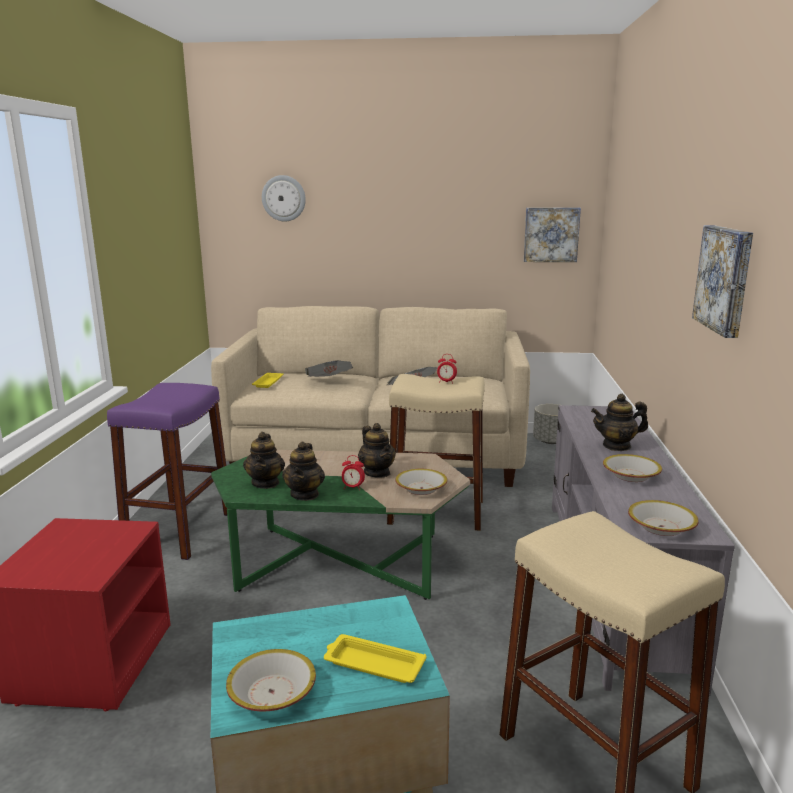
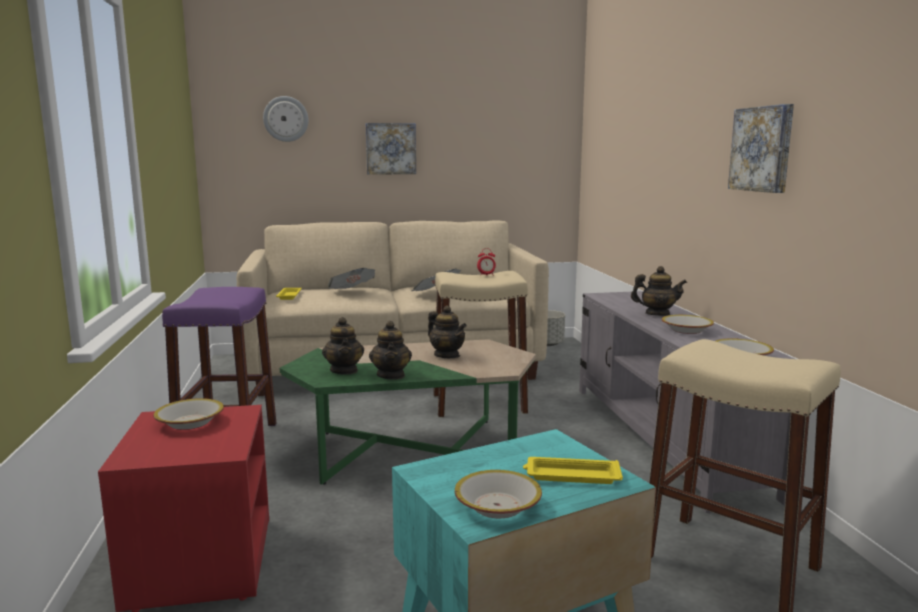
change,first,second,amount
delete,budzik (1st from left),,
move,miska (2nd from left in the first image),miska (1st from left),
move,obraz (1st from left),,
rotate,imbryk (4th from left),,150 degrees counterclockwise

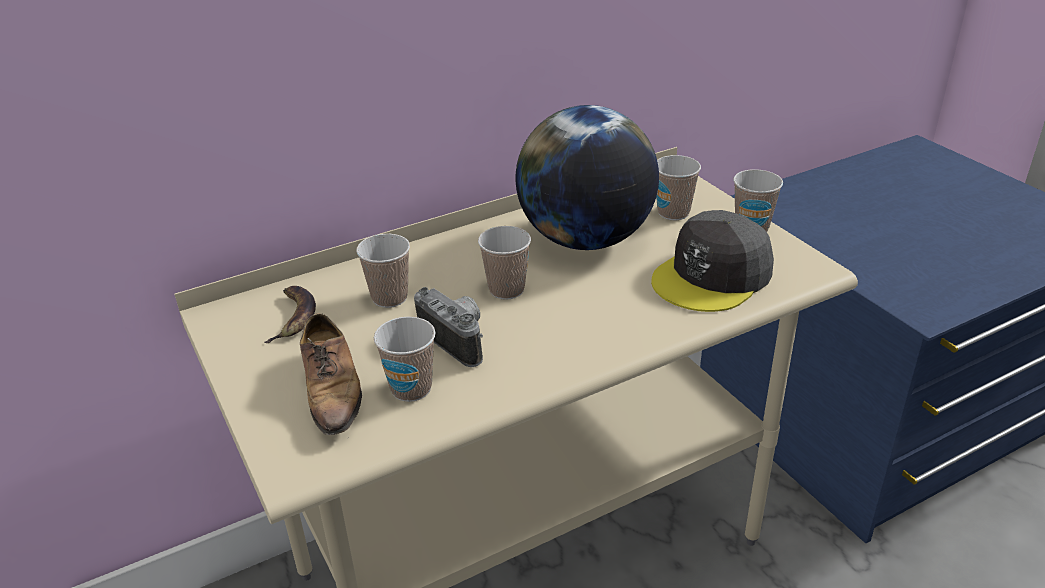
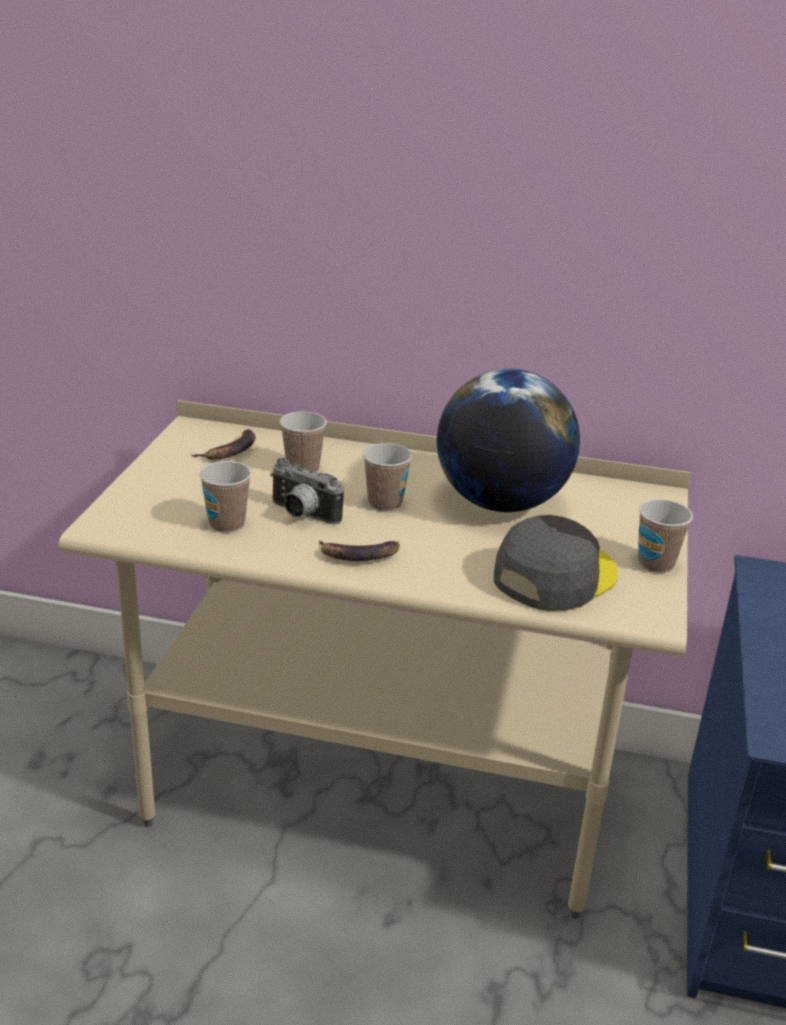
change,first,second,amount
delete,but,,
delete,filiżanka (4th from left),,
insert,,banan (2nd from left),
rotate,aparat fotograficzny,,120 degrees clockwise
rotate,czapka z daszkiem/szary,,135 degrees clockwise

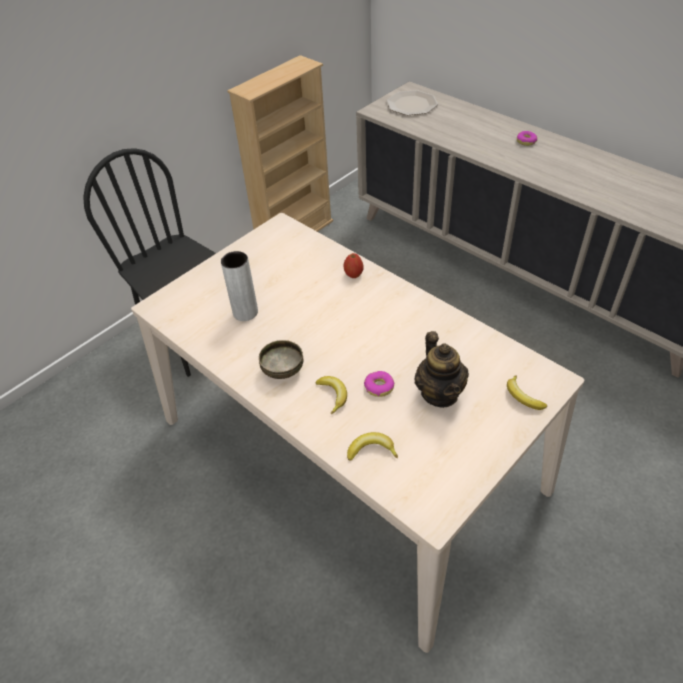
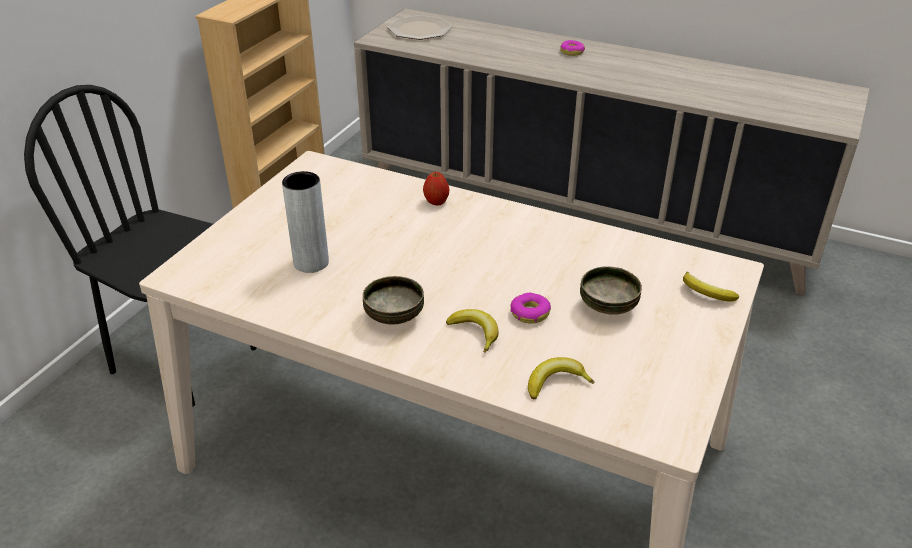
change,first,second,amount
replace,imbryk,miska (2nd from left),

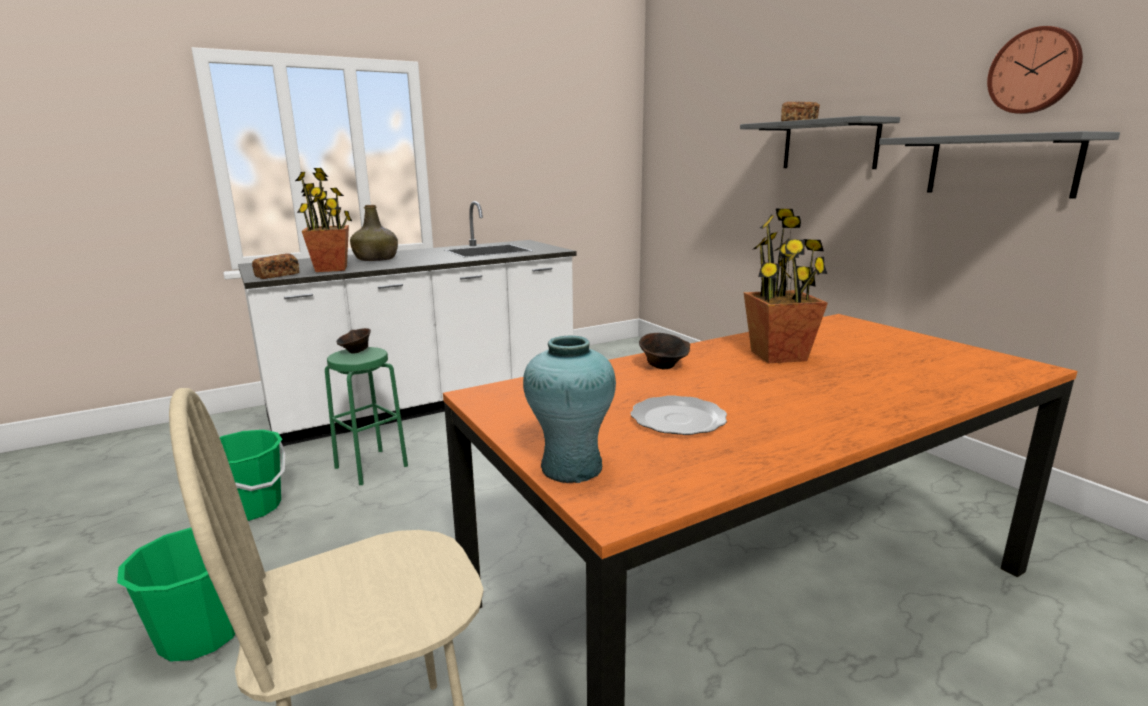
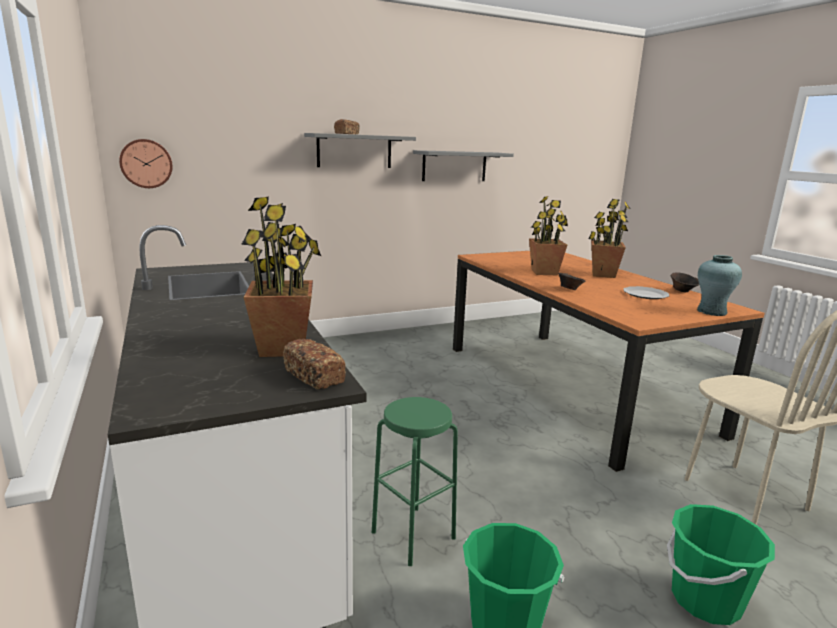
change,first,second,amount
delete,butelka/zielony,,
insert,,roślina doniczkowa (3rd from left),
move,miska/brązowy (1st from left in the first image),miska/brązowy (2nd from left),
move,zegar ścienny,,

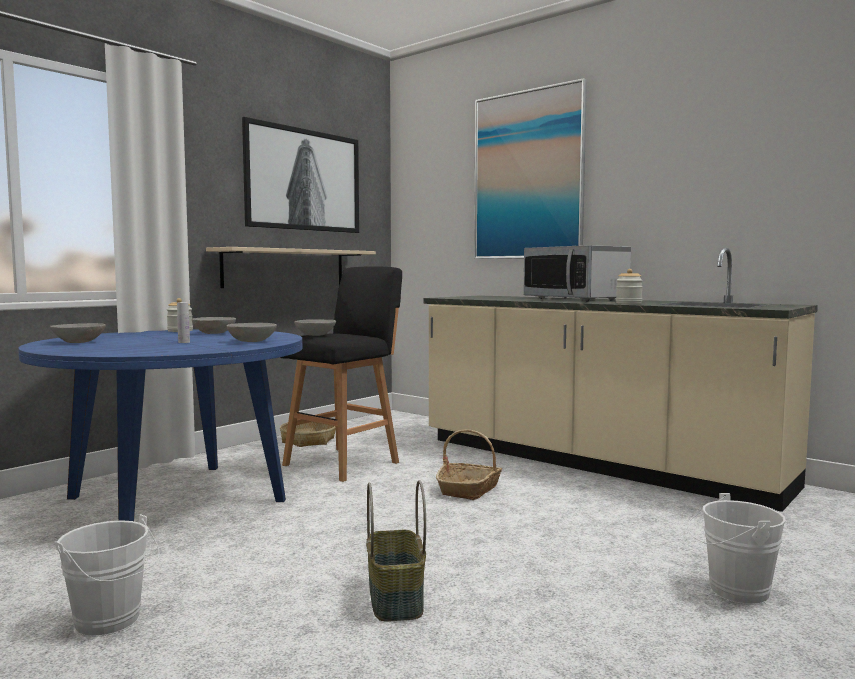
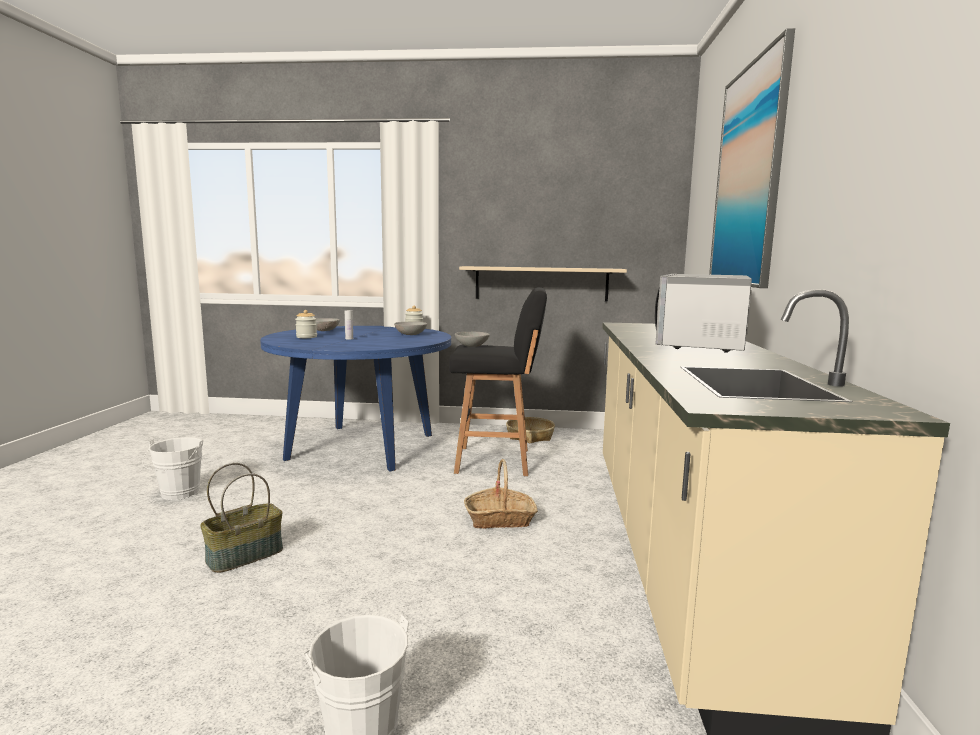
change,first,second,amount
delete,miska/szary (3rd from left),,
delete,obraz (1st from left),,
move,słoik (2nd from left in the first image),słoik (1st from left),

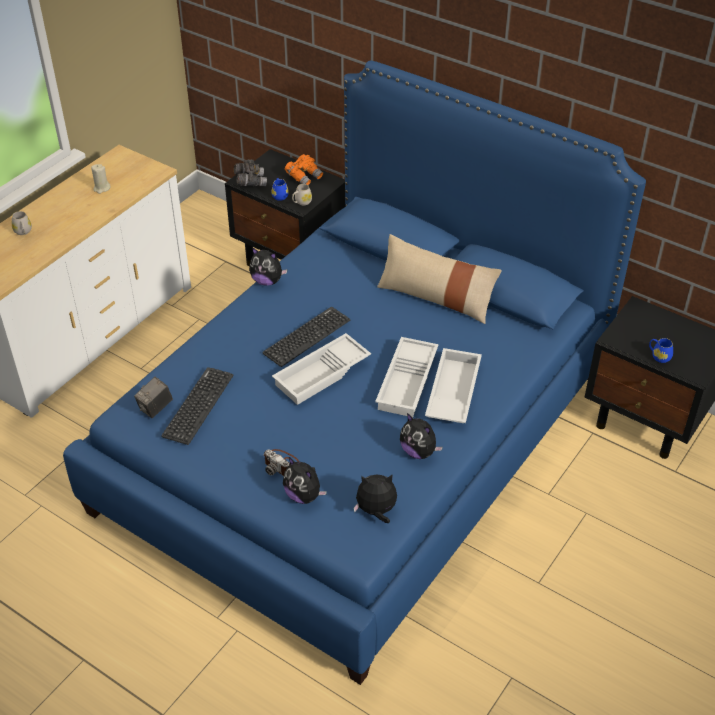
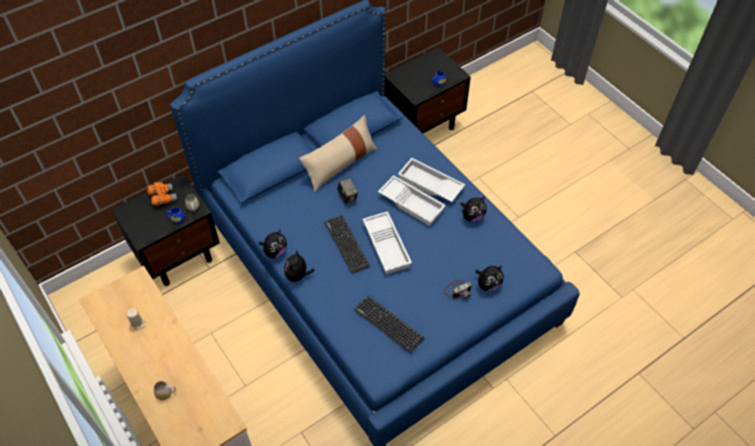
change,first,second,amount
delete,lornetka/szary,,
move,aparat fotograficzny (1st from left),,
move,pluszak (3rd from left in the first image),pluszak (2nd from left),

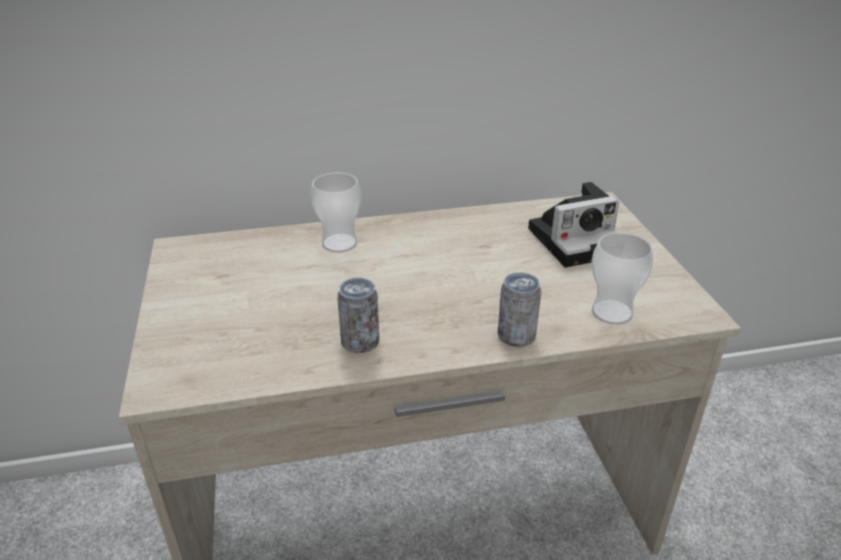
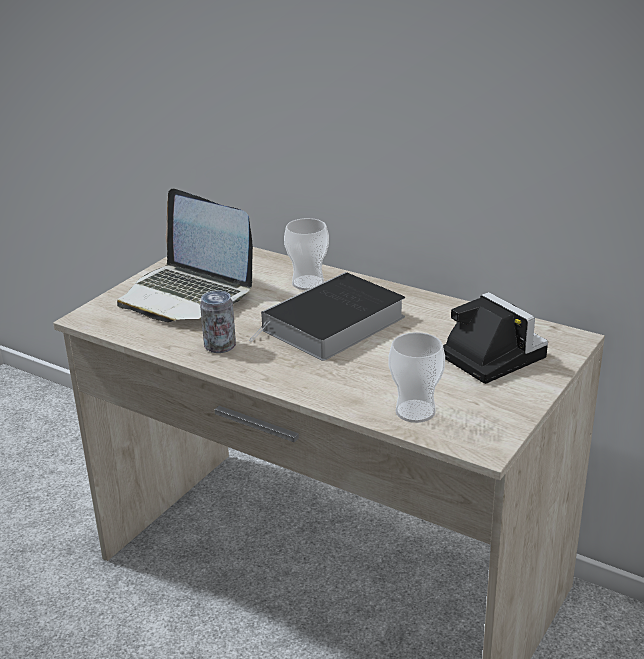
change,first,second,amount
delete,puszka (2nd from left),,
insert,,laptop,
insert,,książka,
rotate,aparat fotograficzny,,150 degrees counterclockwise

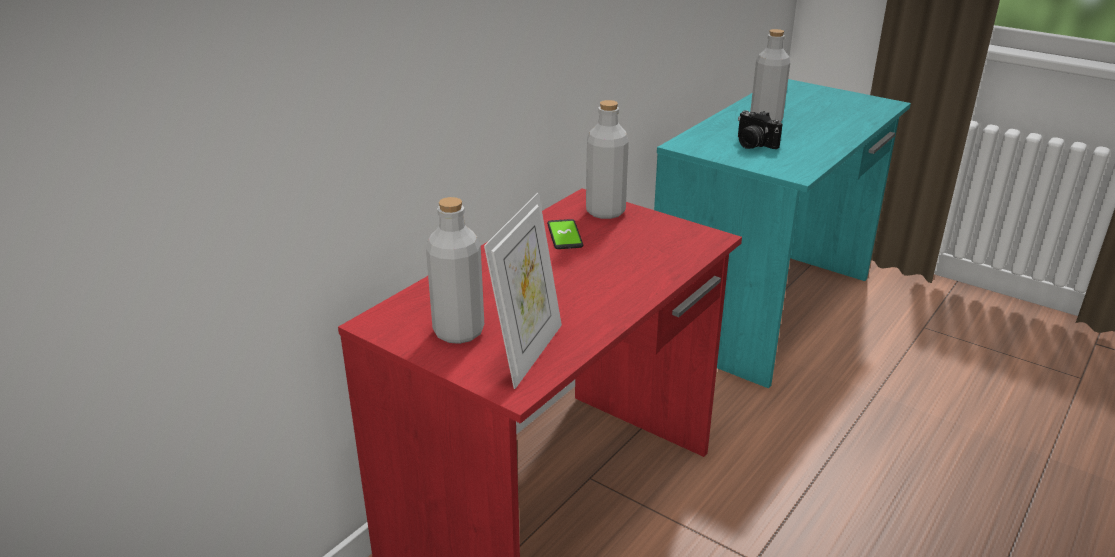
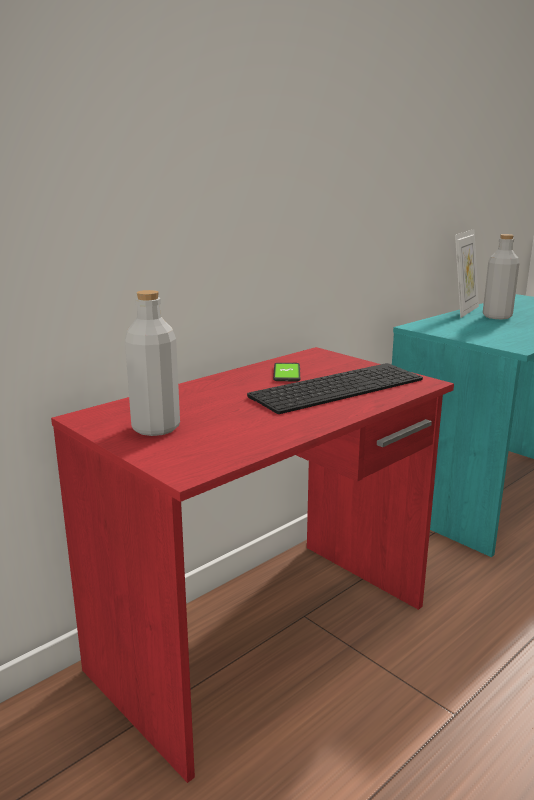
change,first,second,amount
delete,butelka/szary (2nd from left),,
delete,aparat fotograficzny,,
insert,,klawiatura,
move,ramka na zdjęcie,,

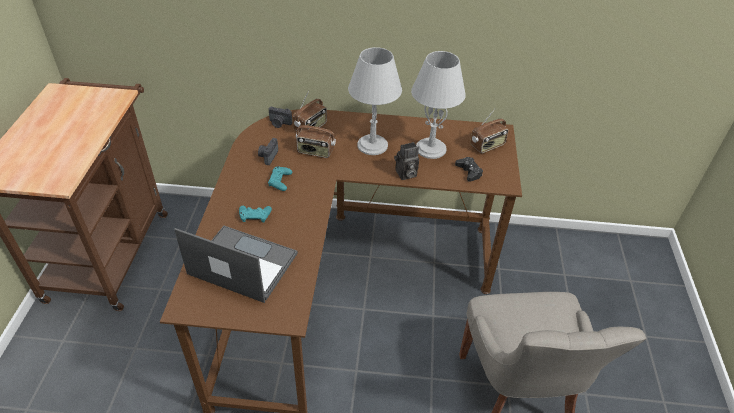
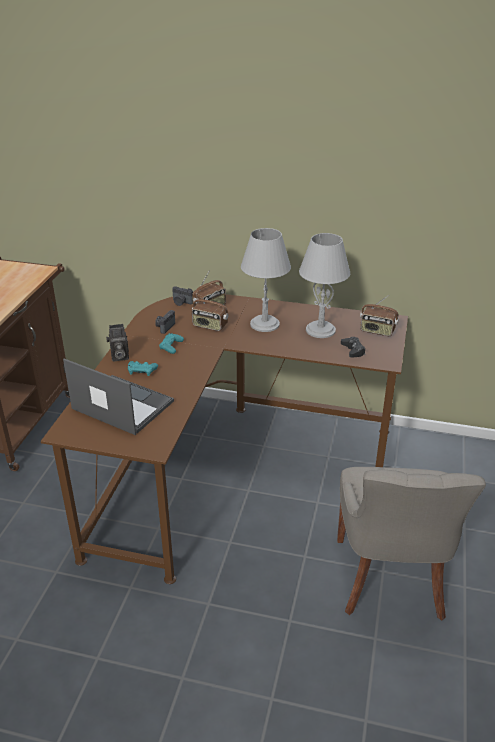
change,first,second,amount
move,aparat fotograficzny (3rd from left in the first image),aparat fotograficzny (1st from left),
rotate,radio (3rd from left),,45 degrees clockwise

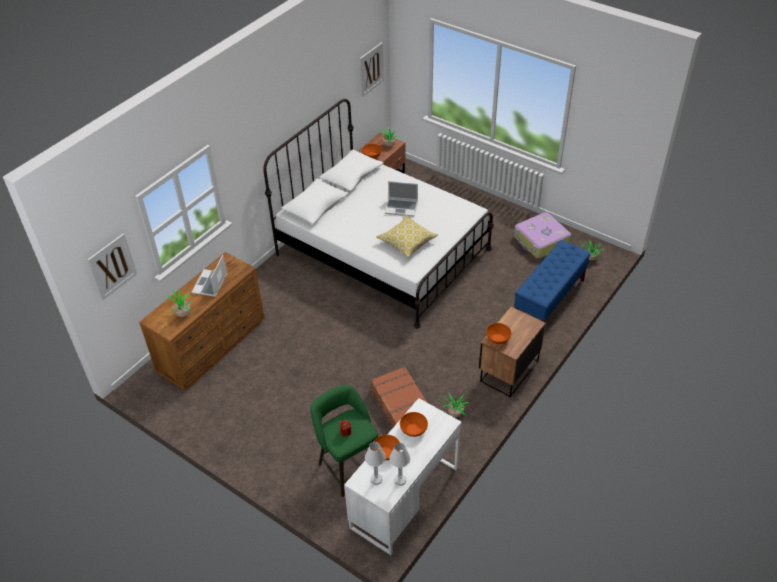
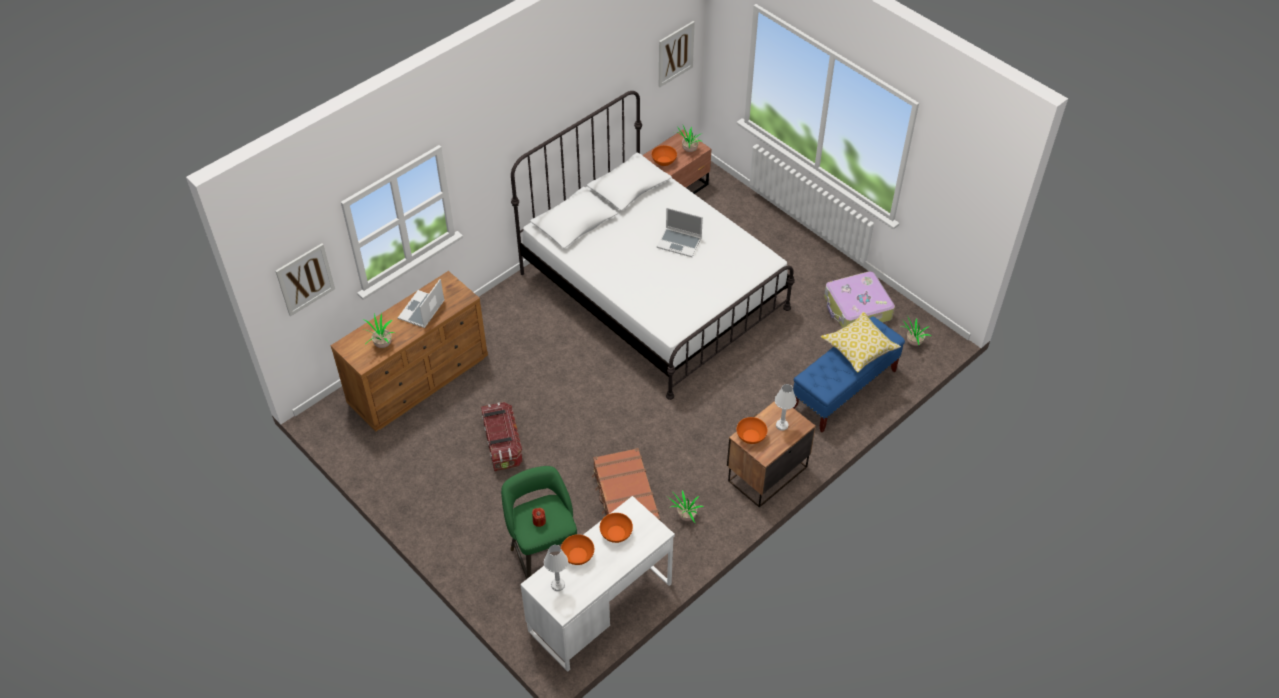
change,first,second,amount
insert,,pojemnik do przechowywania,
move,poduszka,,
move,lampa stołowa/biały (2nd from left),,

